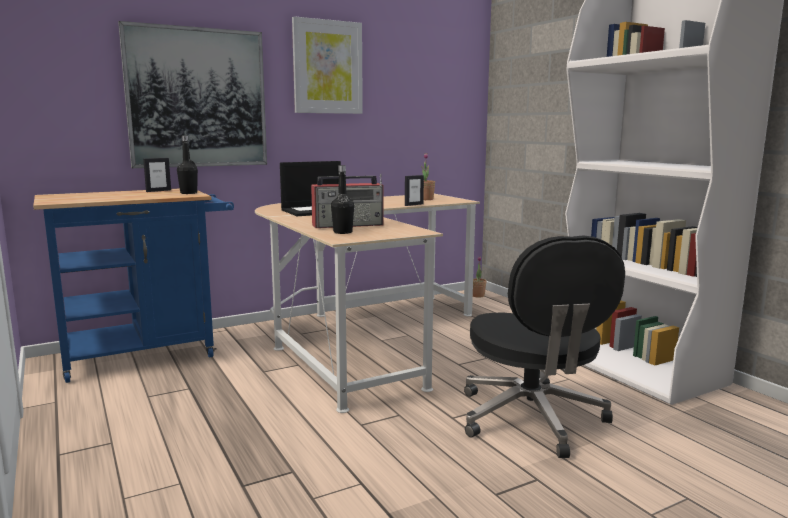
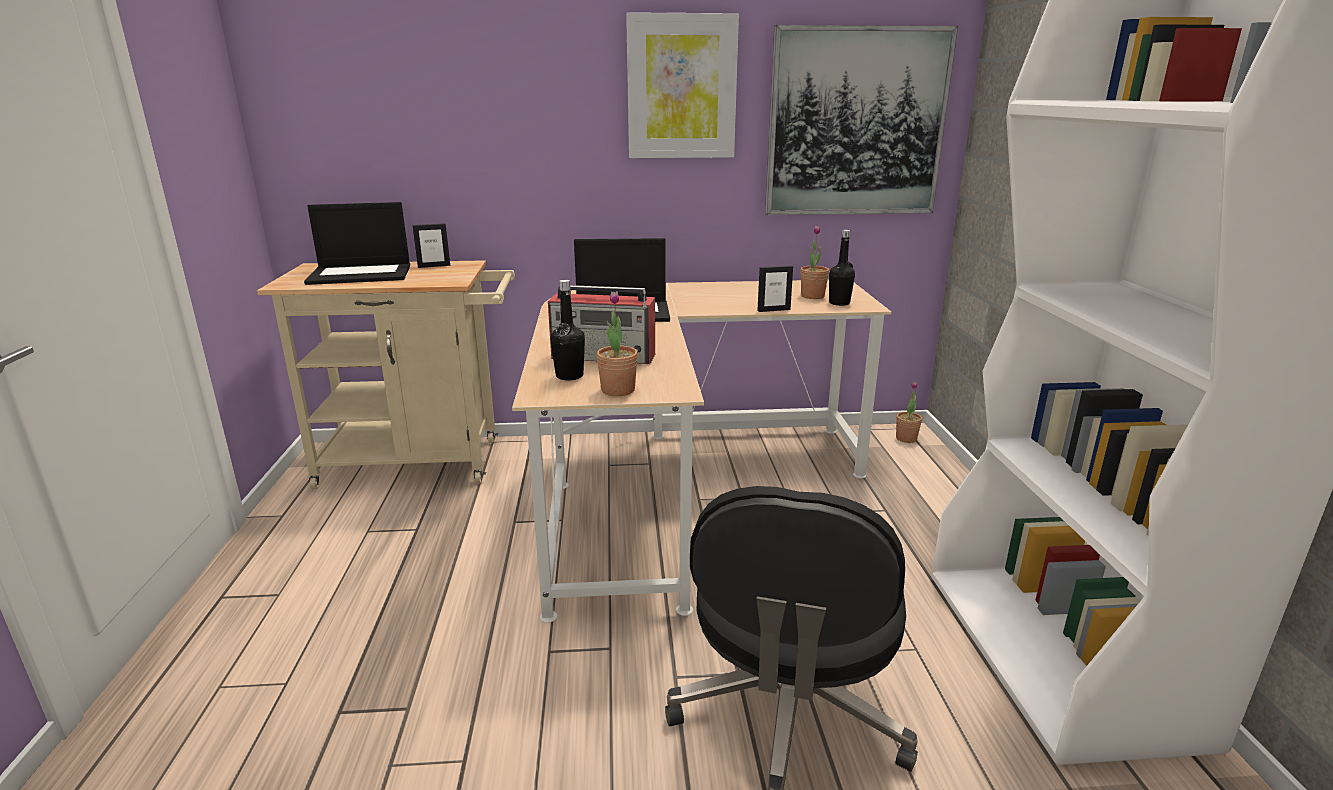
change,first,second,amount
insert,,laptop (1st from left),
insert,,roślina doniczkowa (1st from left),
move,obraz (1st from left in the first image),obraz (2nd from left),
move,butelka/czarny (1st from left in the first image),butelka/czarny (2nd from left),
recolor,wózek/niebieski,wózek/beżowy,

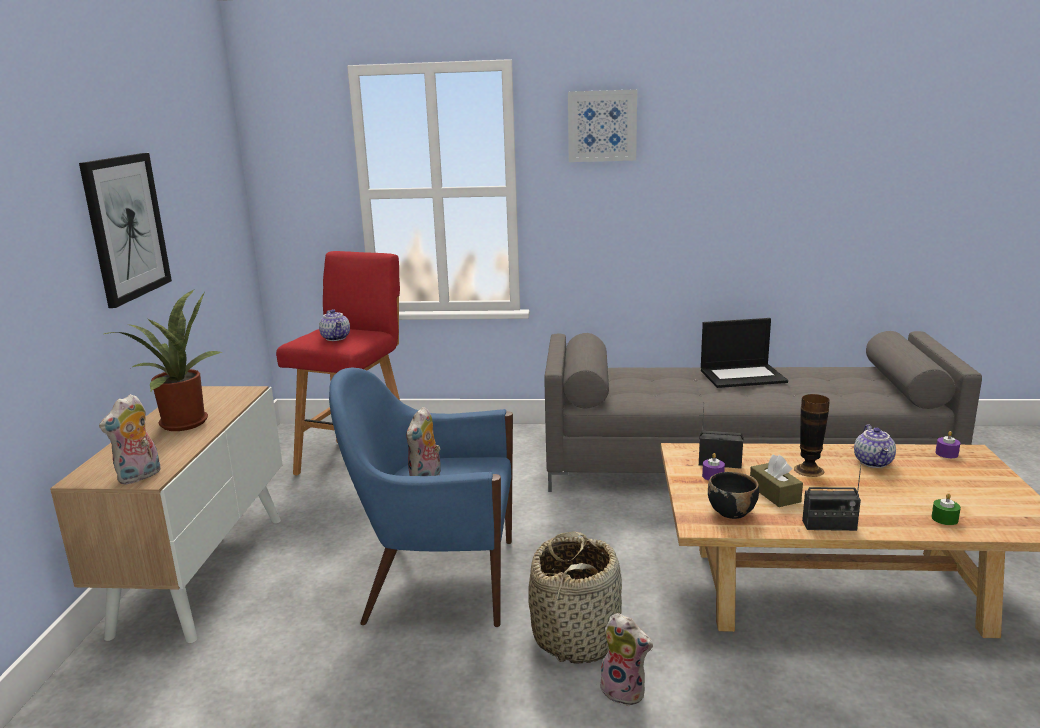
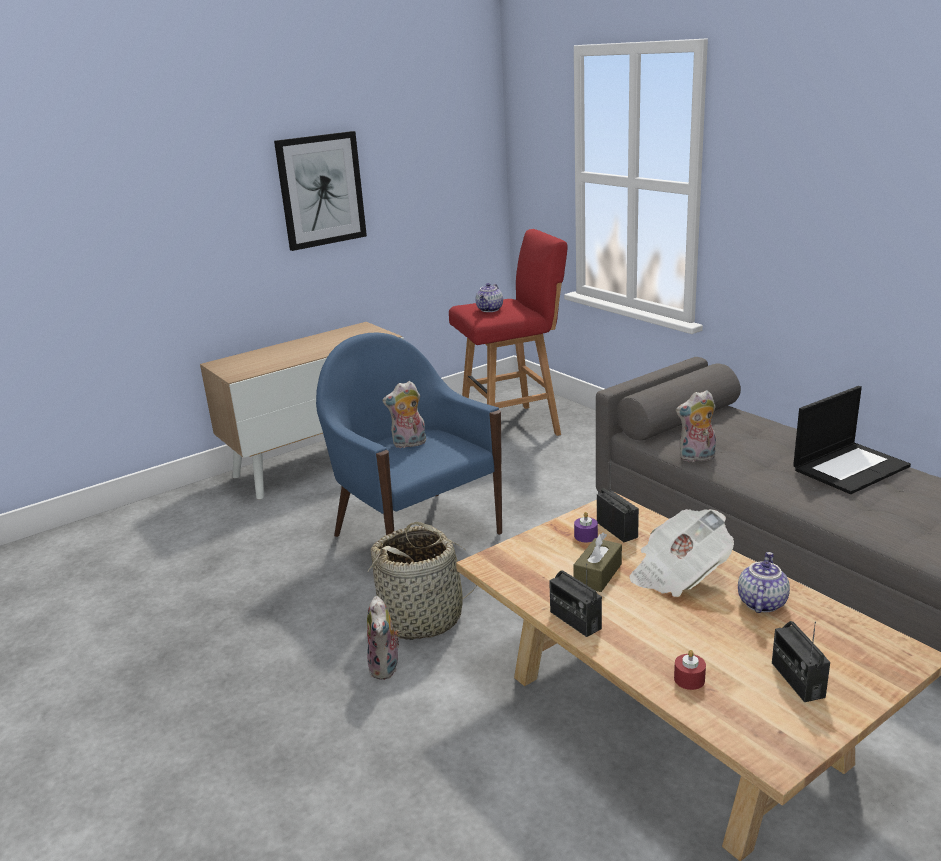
change,first,second,amount
delete,roślina doniczkowa,,
delete,obraz (2nd from left),,
delete,miska/czarny,,
delete,świeca/fioletowy (2nd from left),,
insert,,radio (3rd from left),
move,pluszak (1st from left in the first image),pluszak (3rd from left),
replace,wazon,gazeta,
recolor,świeca/zielony,świeca/czerwony,
rotate,laptop,,75 degrees counterclockwise
rotate,imbryk (2nd from left),,150 degrees clockwise

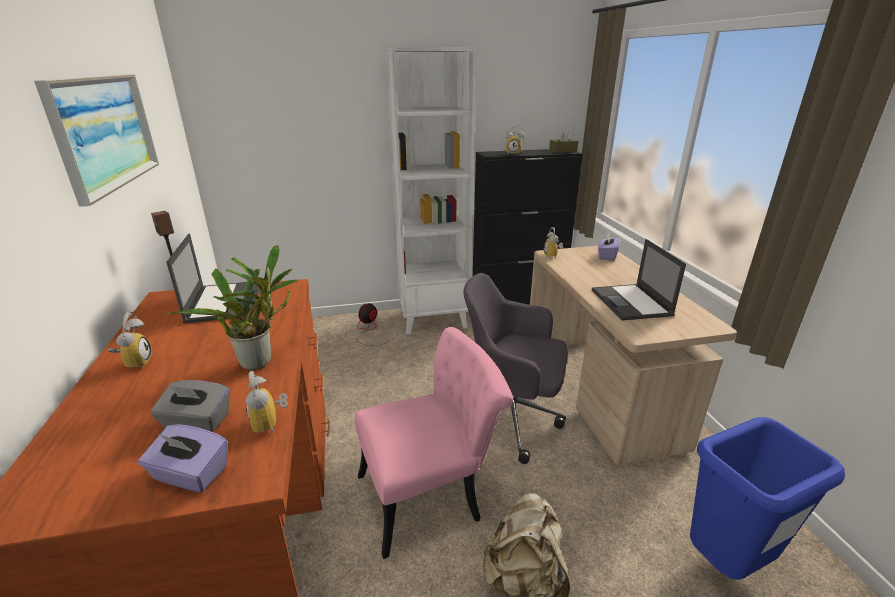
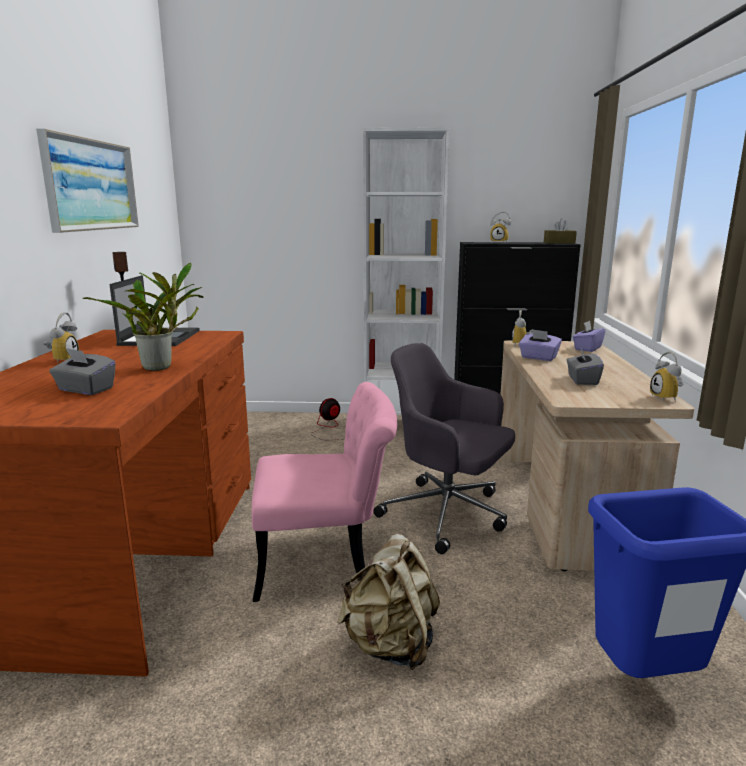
change,first,second,amount
move,pudełko chusteczek/fioletowy (1st from left),,
move,budzik (2nd from left in the first image),budzik (4th from left),
replace,laptop (2nd from left),pudełko chusteczek/szary (2nd from left),

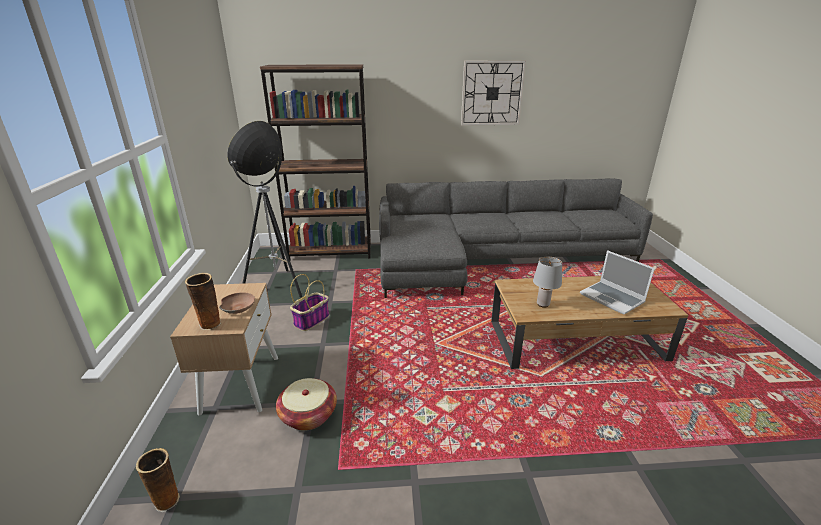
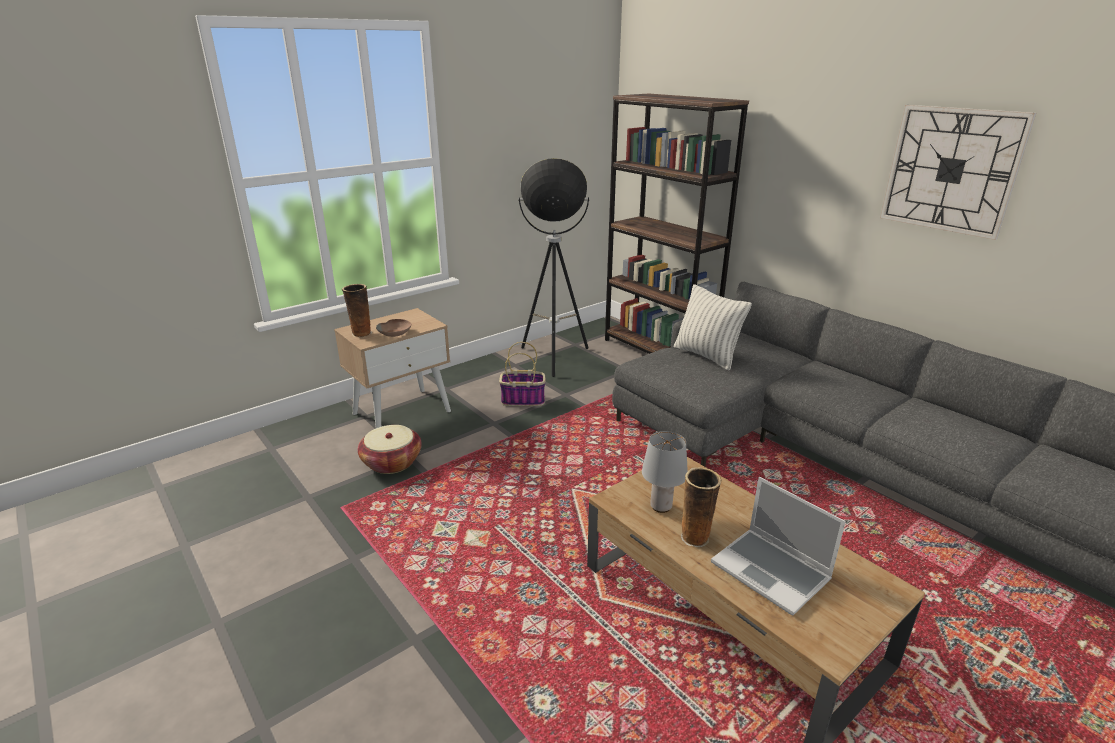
change,first,second,amount
insert,,poduszka,
move,wazon (1st from left in the first image),wazon (2nd from left),
rotate,laptop,,60 degrees counterclockwise

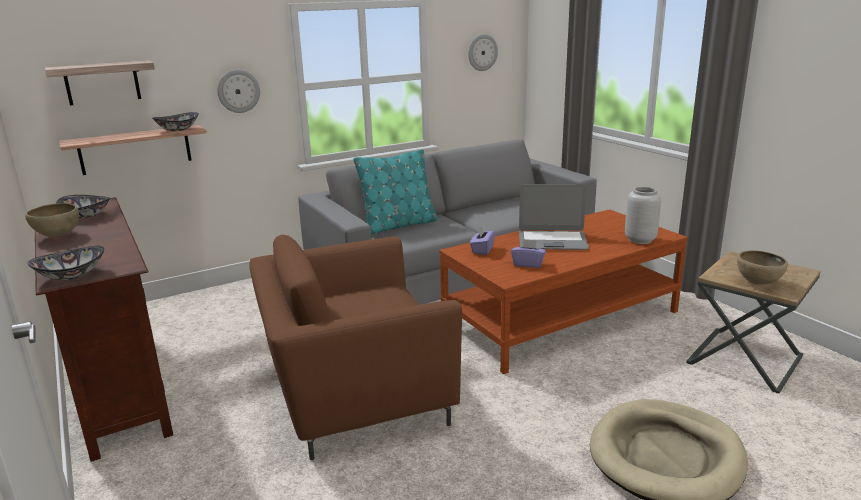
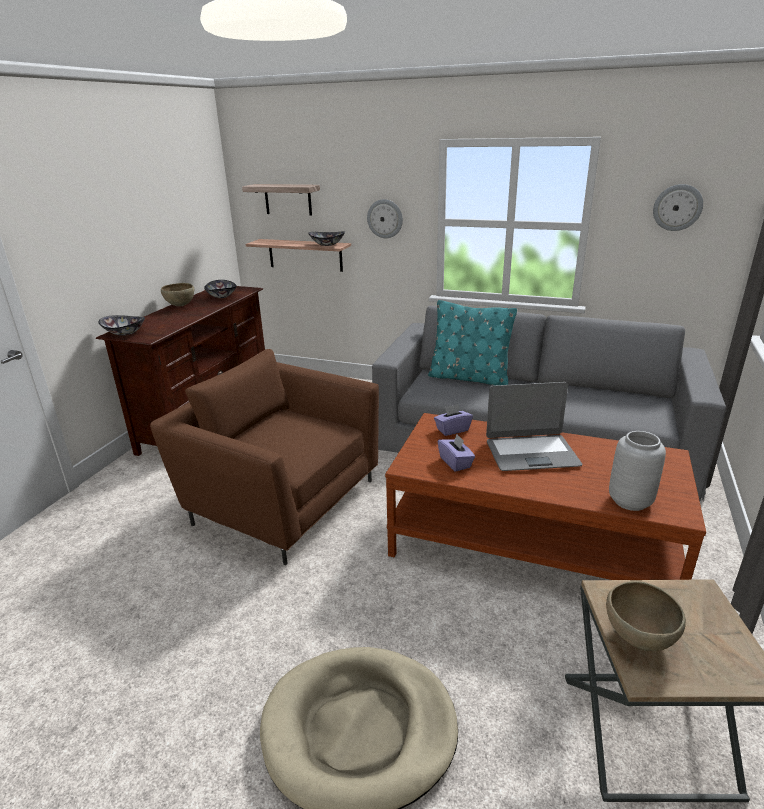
change,first,second,amount
rotate,laptop,,60 degrees counterclockwise

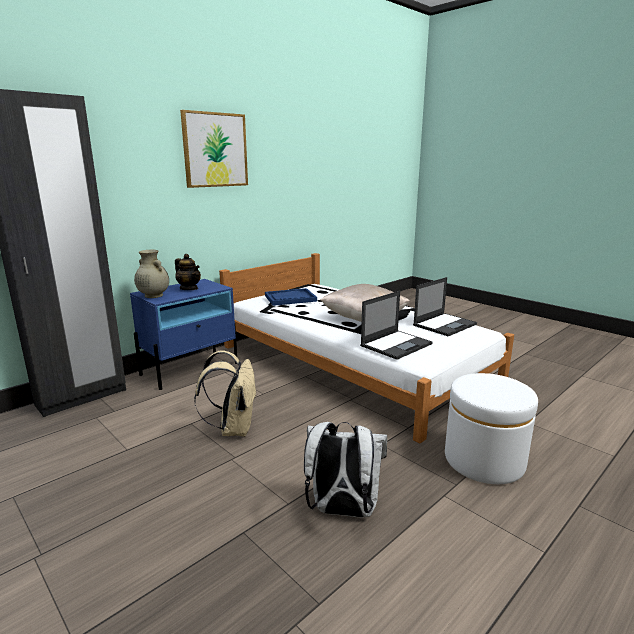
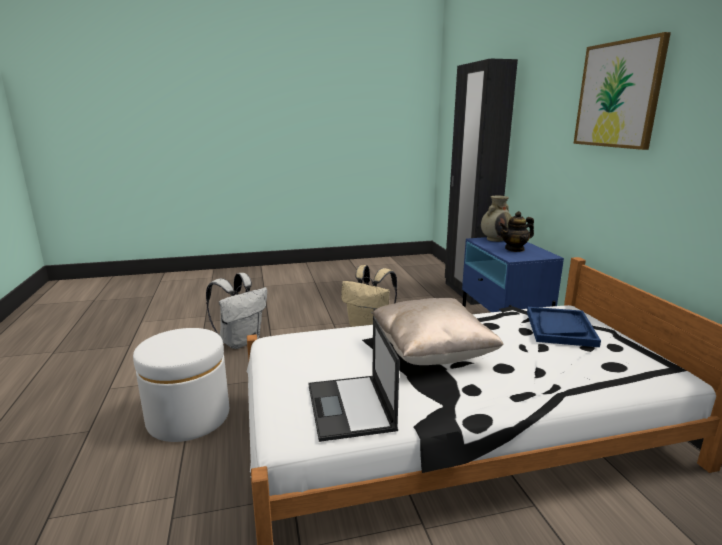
change,first,second,amount
delete,laptop (1st from left),,

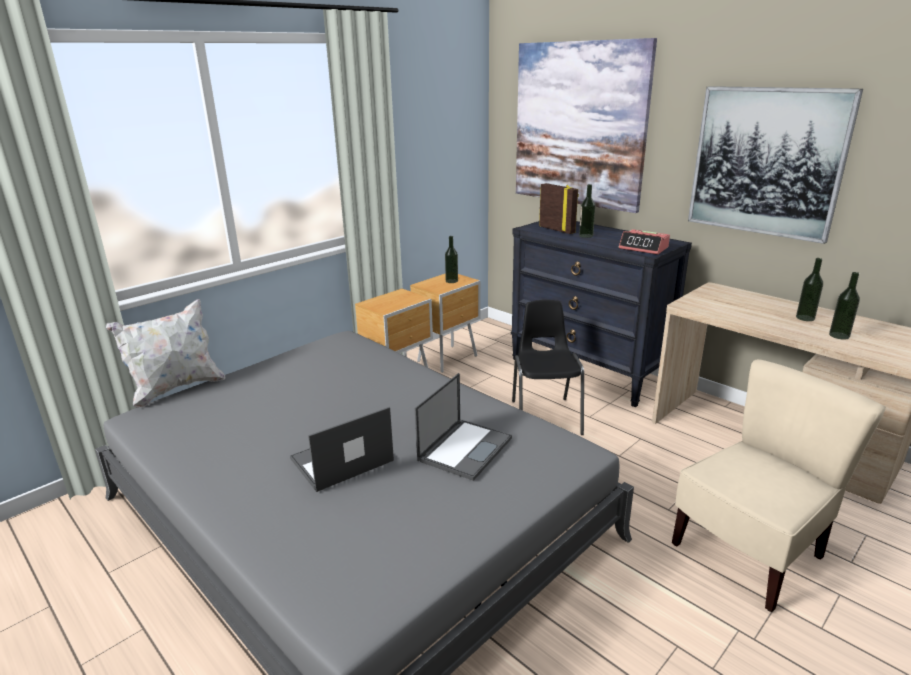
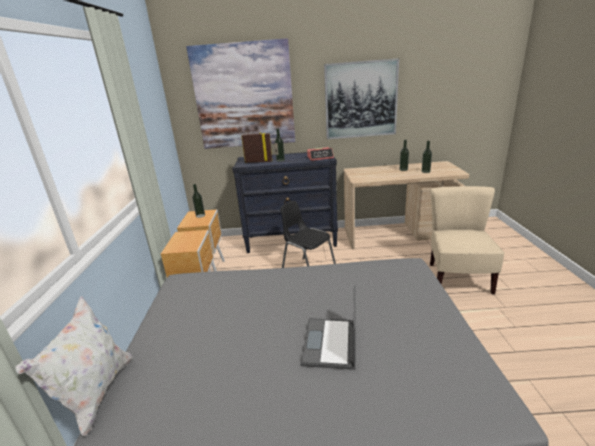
change,first,second,amount
delete,laptop (2nd from left),,

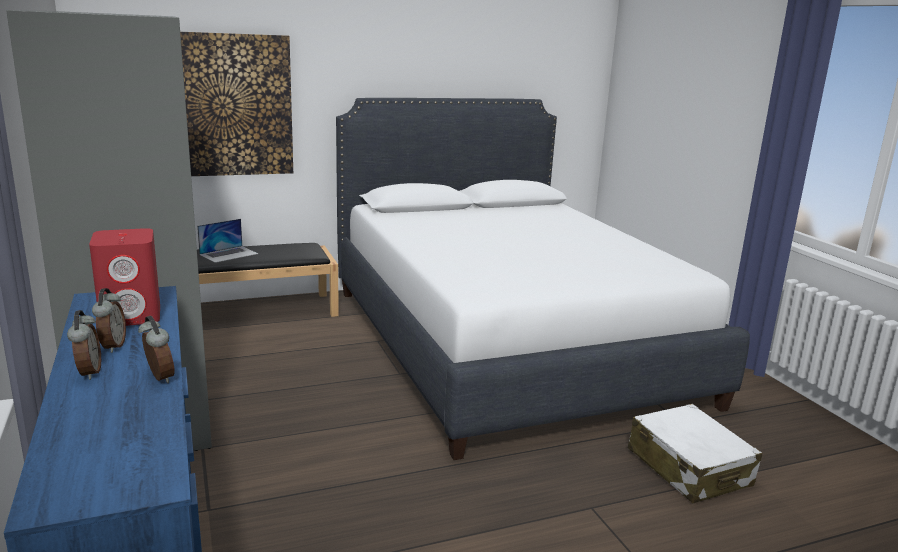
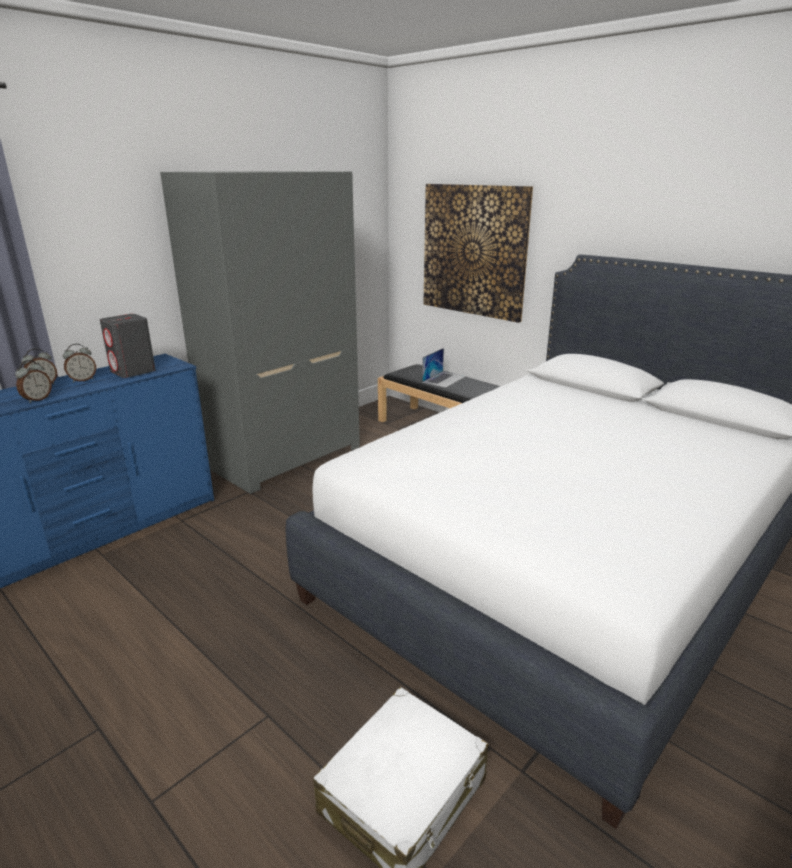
change,first,second,amount
recolor,głośnik/czerwony,głośnik/szary,
rotate,laptop,,75 degrees counterclockwise

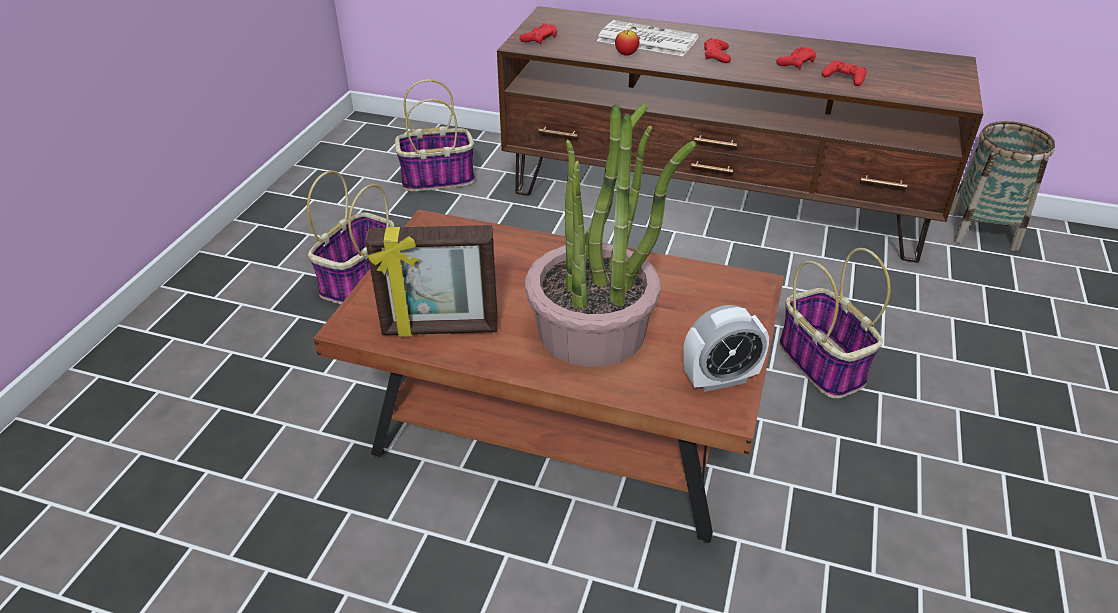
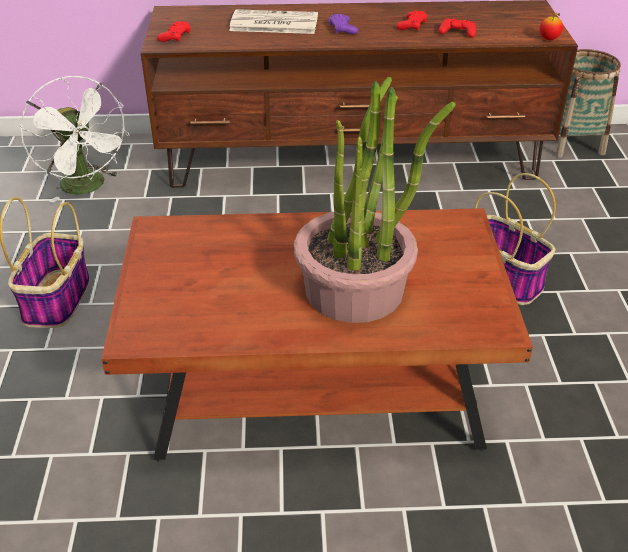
change,first,second,amount
delete,ramka na zdjęcie,,
delete,budzik,,
move,jabłko,,
replace,koszyk (2nd from left),wentylator/biały,
recolor,pad do gier/czerwony (2nd from left),pad do gier/fioletowy,

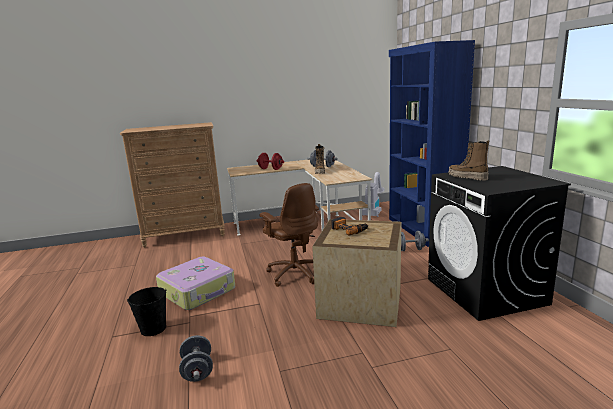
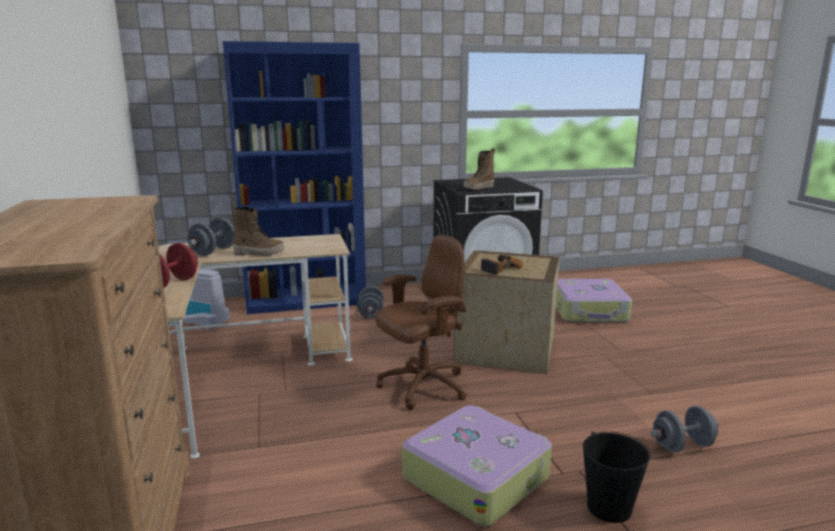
change,first,second,amount
insert,,walizka (2nd from left),

